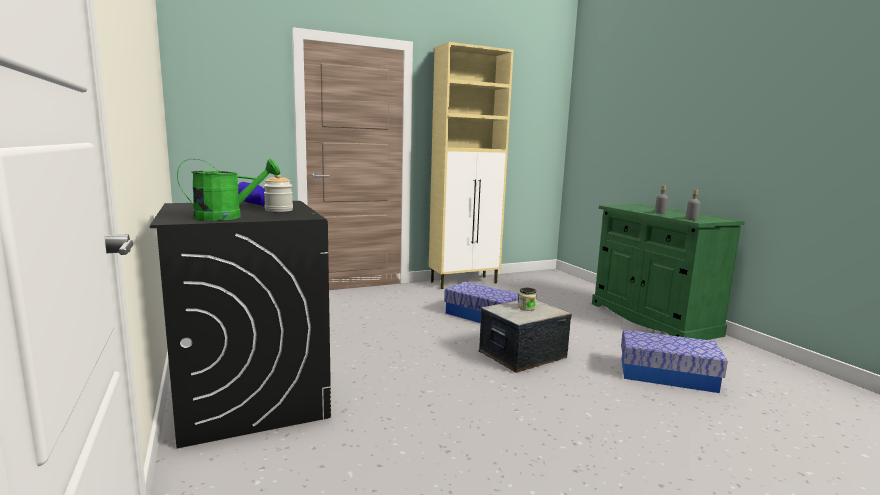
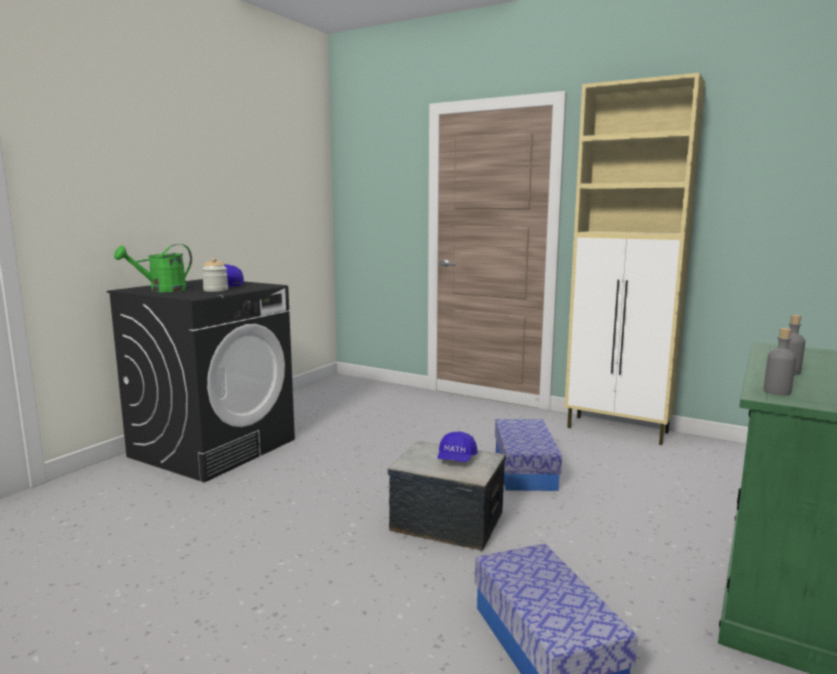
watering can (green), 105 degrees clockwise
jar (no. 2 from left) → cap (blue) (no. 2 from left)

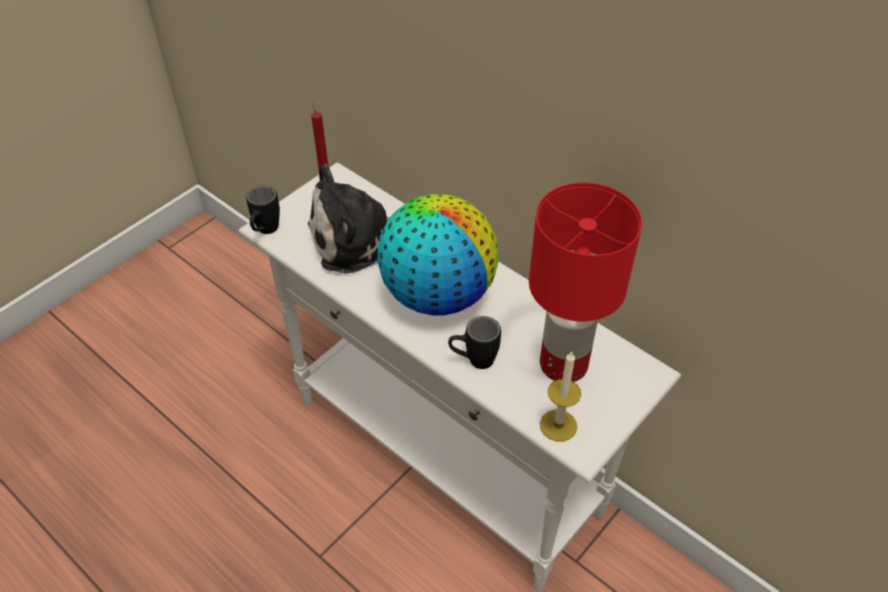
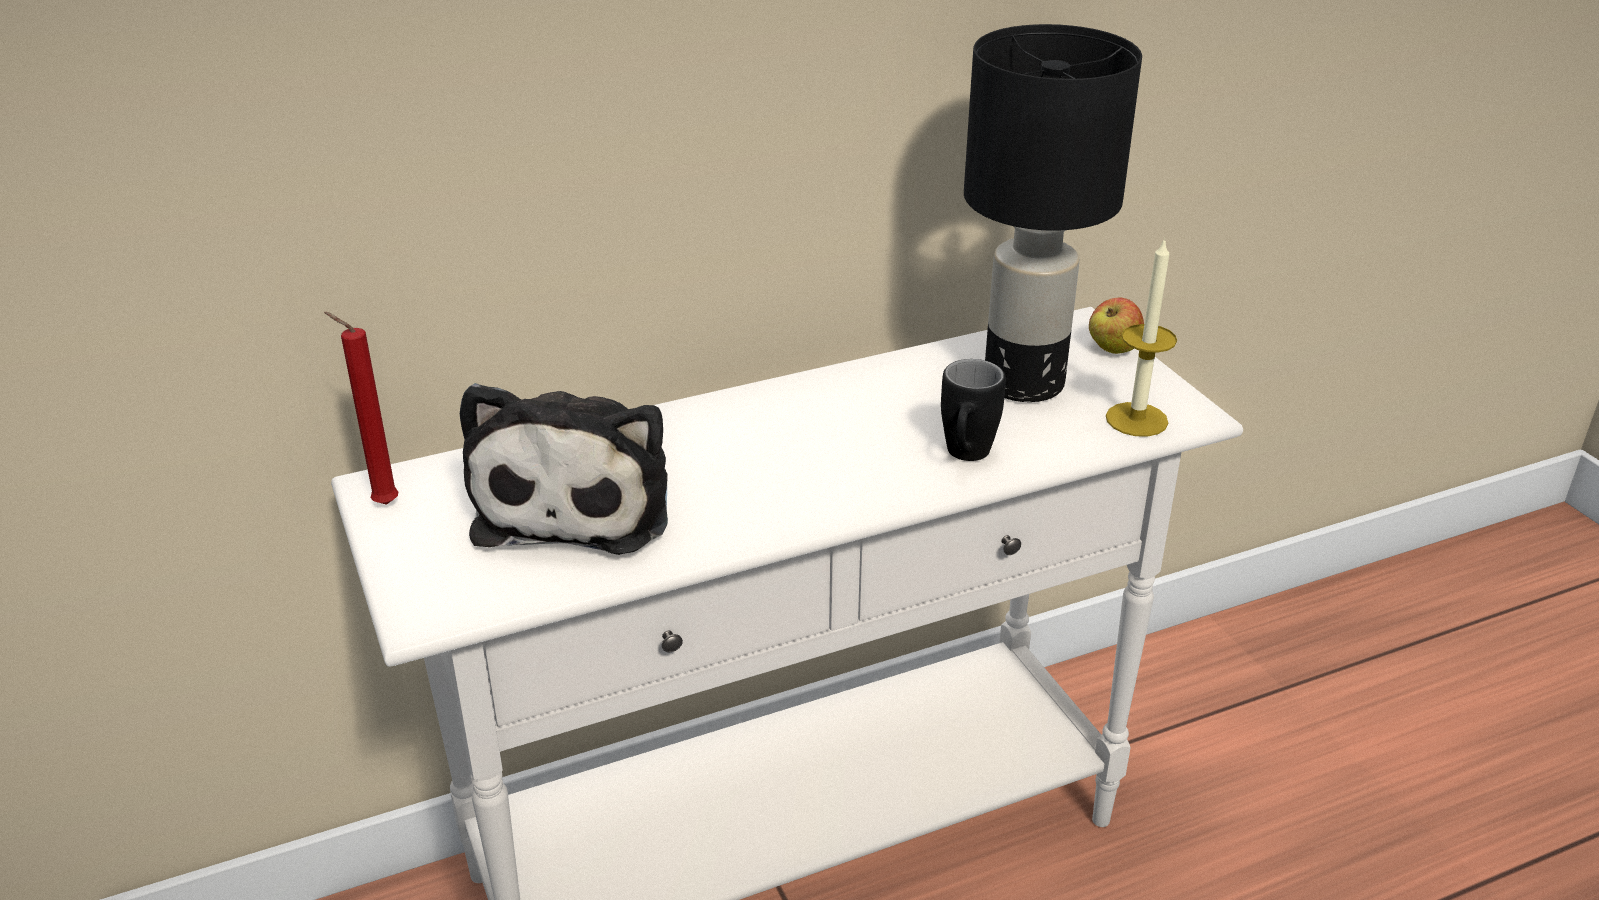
table lamp (red) → table lamp (black)
mug (black) (no. 1 from left) → -
globe → -
- → apple

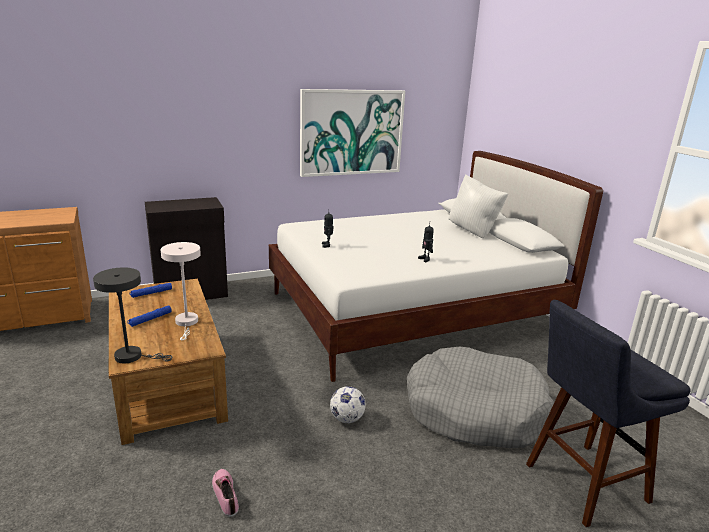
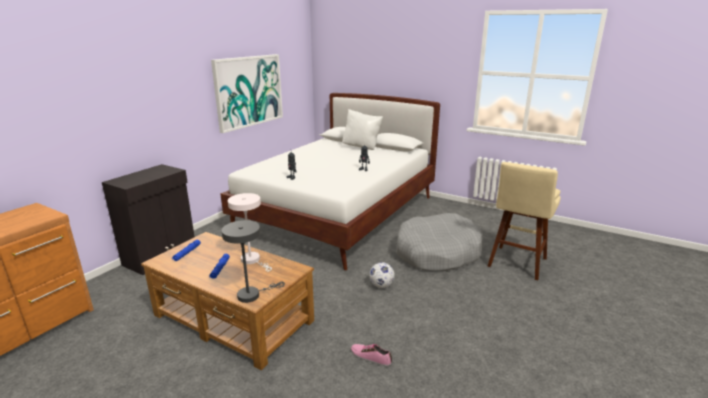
stool (blue) → stool (beige)

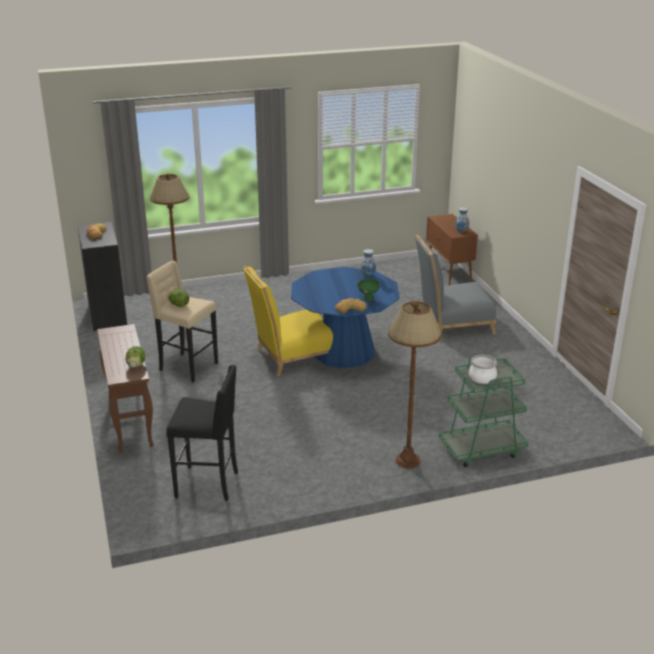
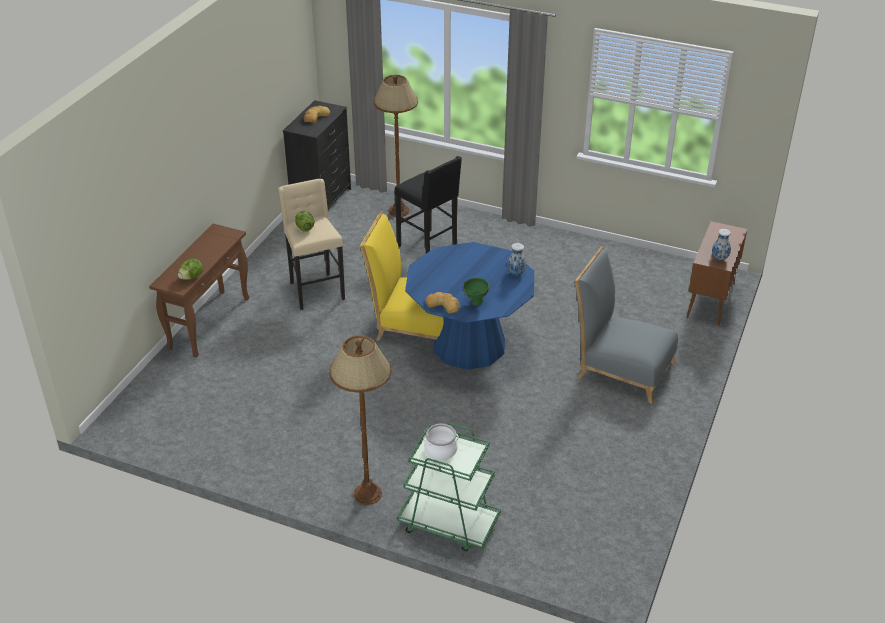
stool (black), relocated

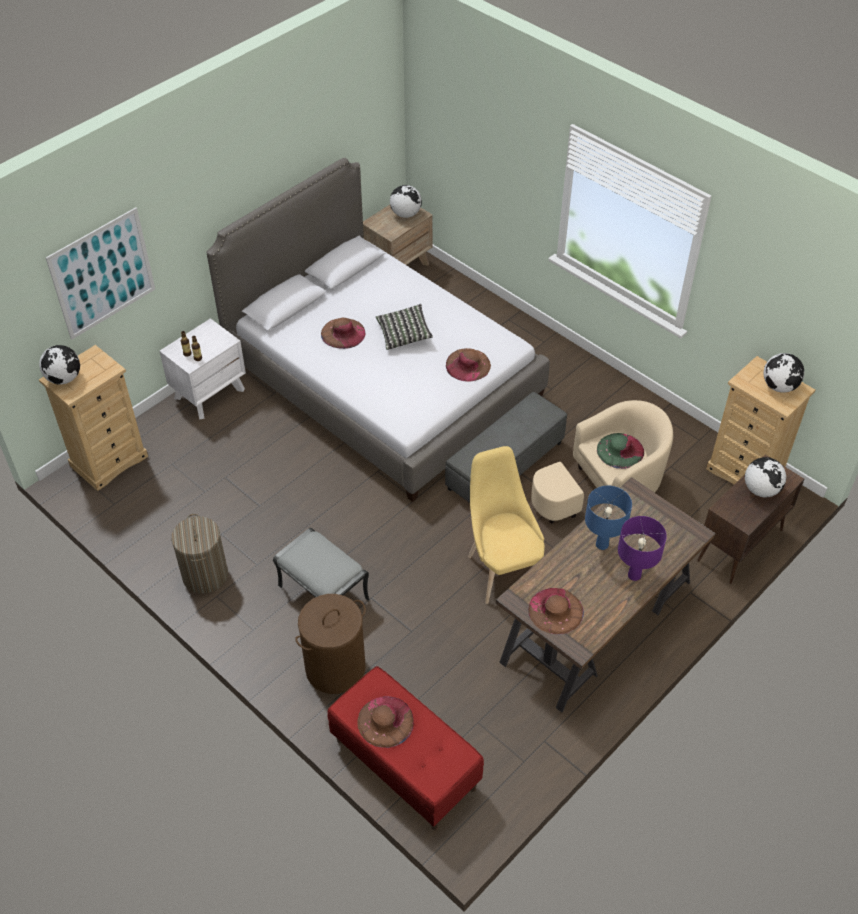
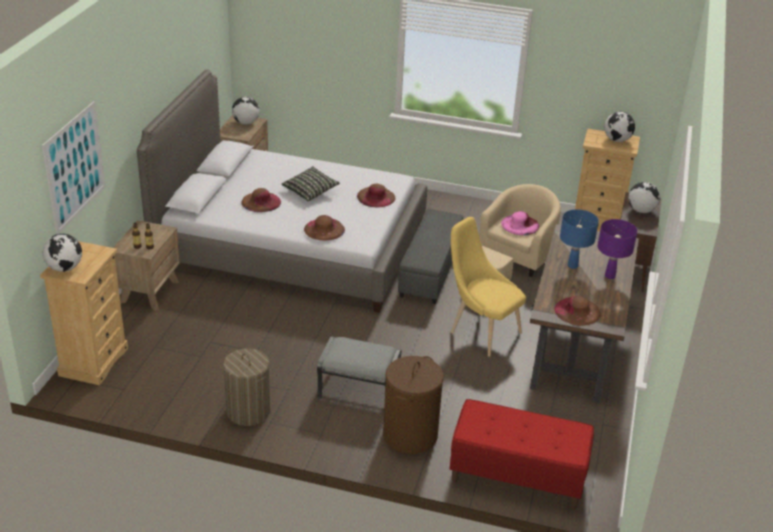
nightstand (white) → nightstand (brown) (no. 1 from left)
hat (green) → hat (pink)
hat (brown) (no. 2 from left), relocated

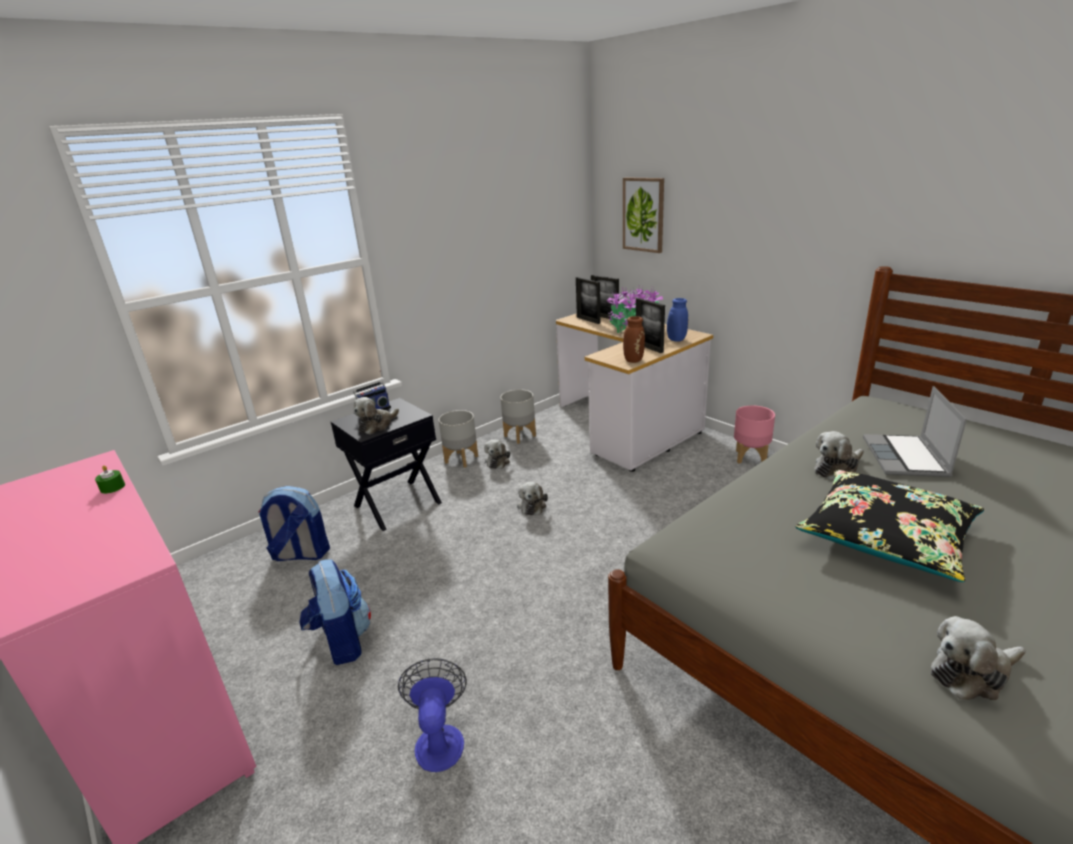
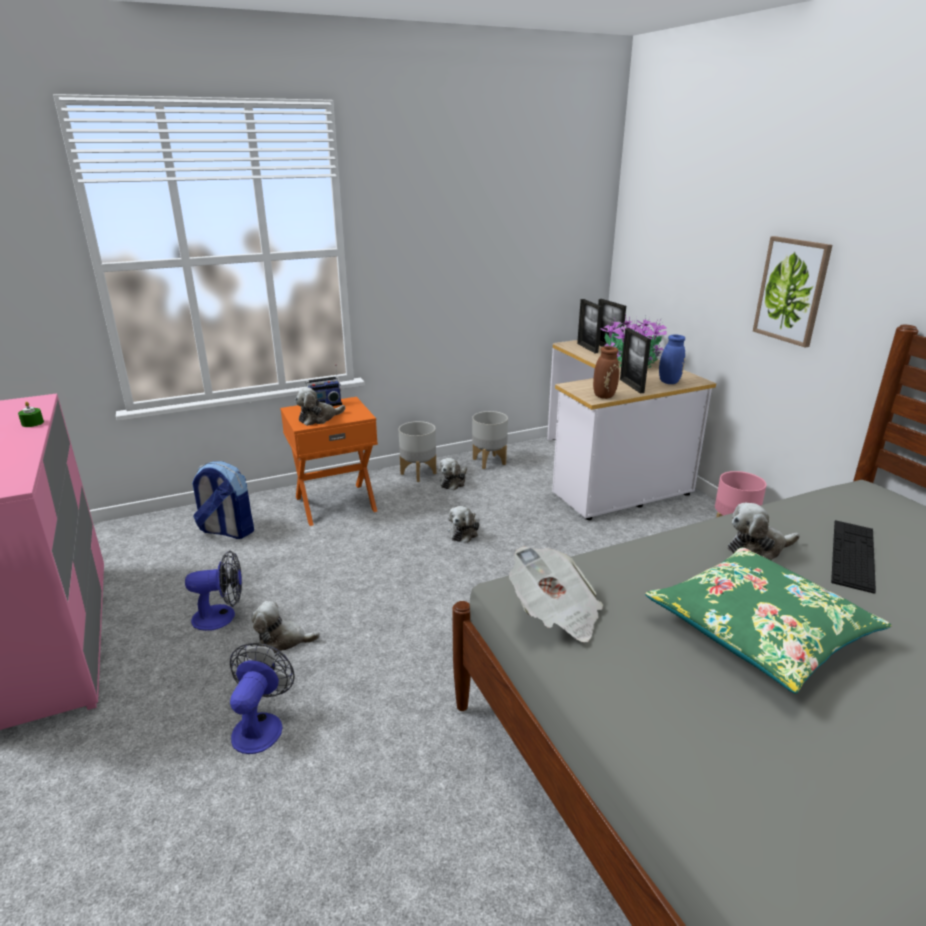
picture, relocated
laptop → keyboard
nightstand (black) → nightstand (orange)
pillow (black) → pillow (green)
backpack (no. 2 from left) → fan (no. 1 from left)
plush toy (no. 5 from left in the first image) → plush toy (no. 1 from left), relocated
- → newspaper

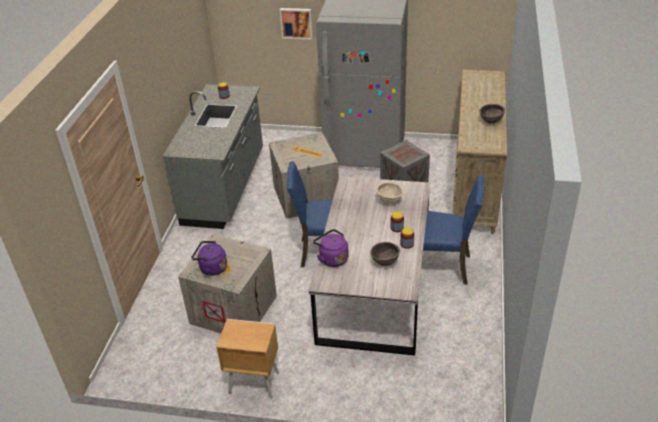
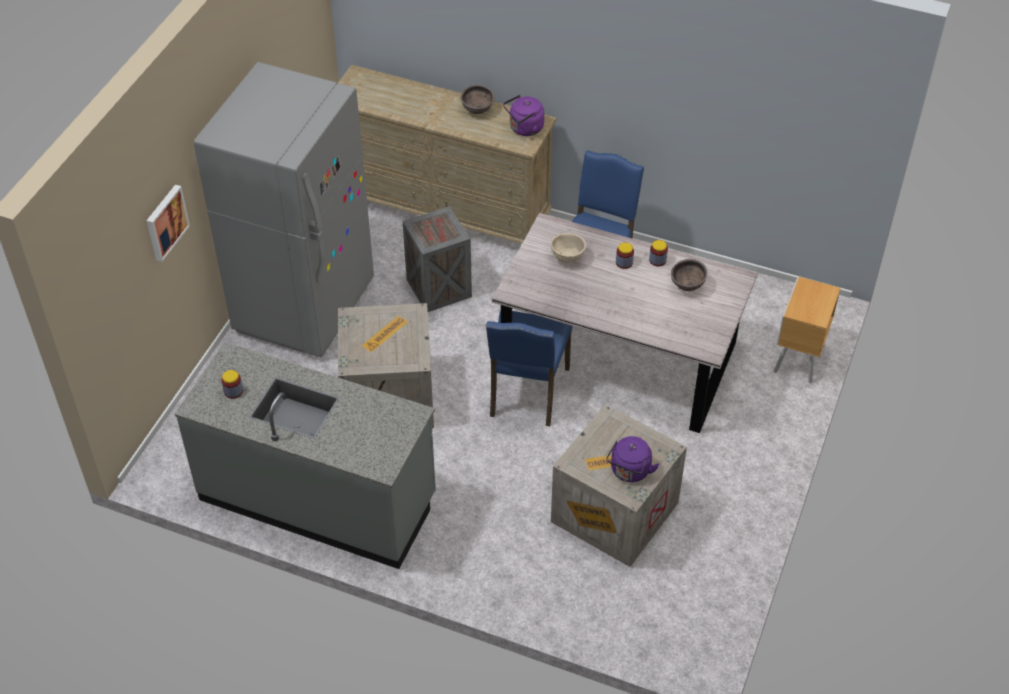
kettle (purple) (no. 2 from left in the first image) → kettle (purple) (no. 1 from left), relocated
nightstand (brown), relocated

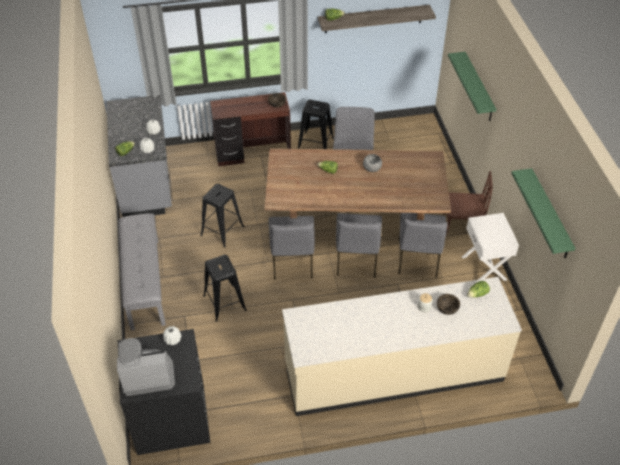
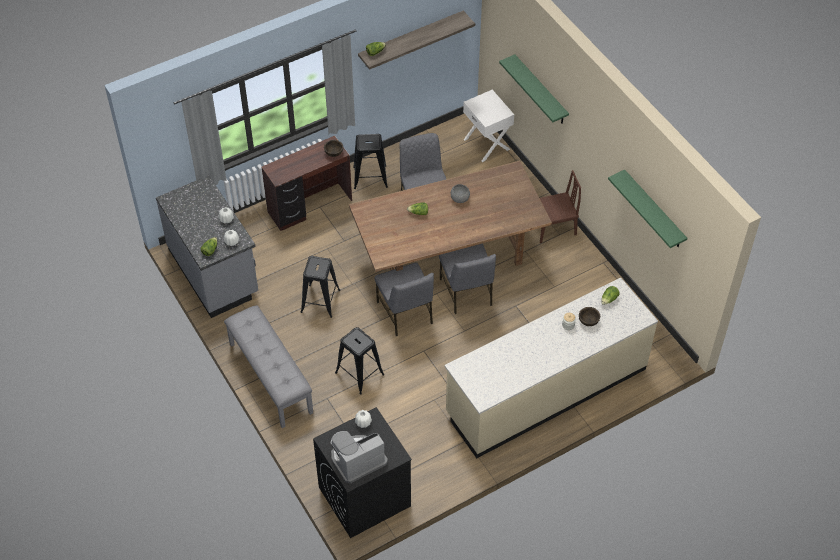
chair (grey) (no. 4 from left) → -
nightstand (white), relocated

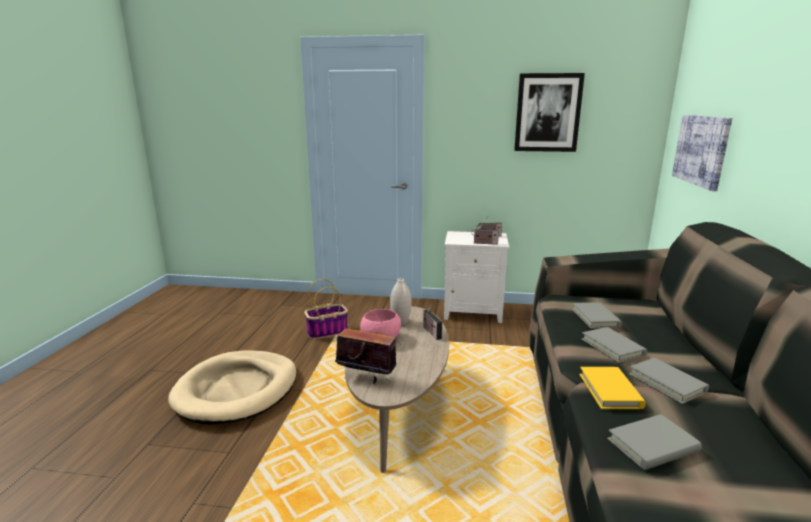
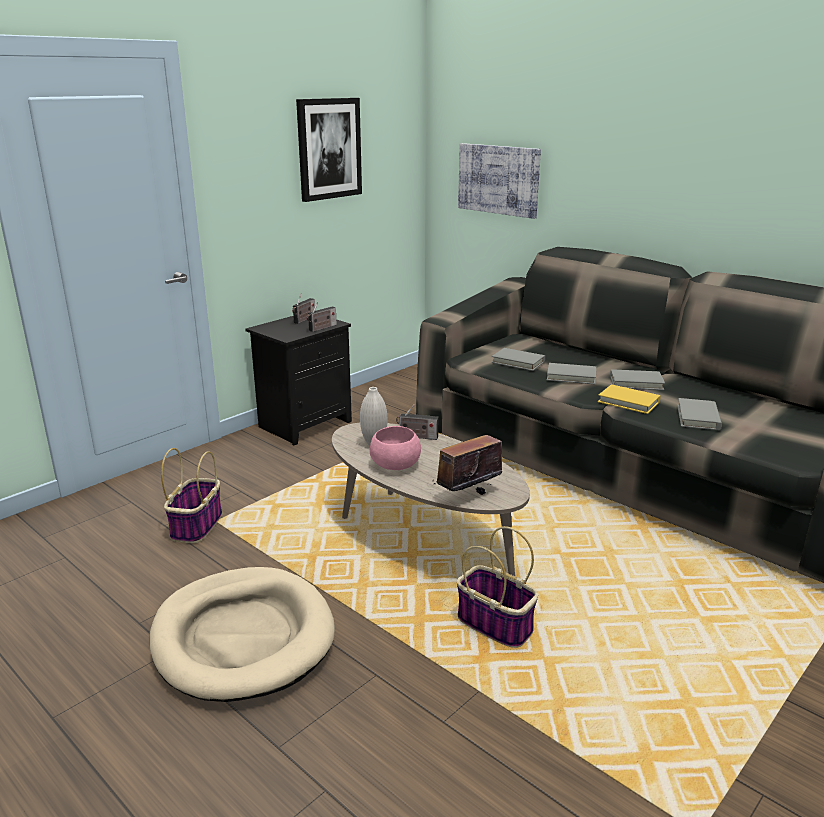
nightstand (white) → nightstand (black)
- → basket (no. 2 from left)

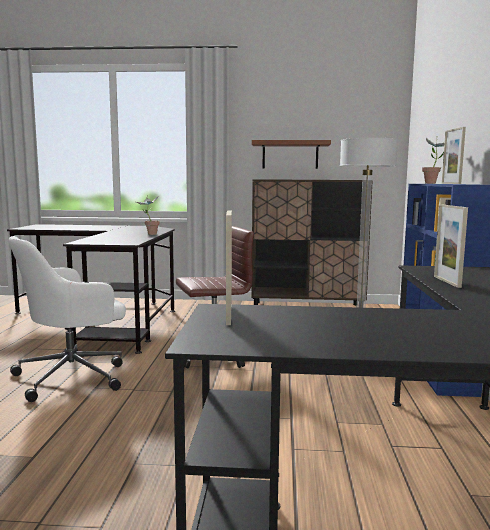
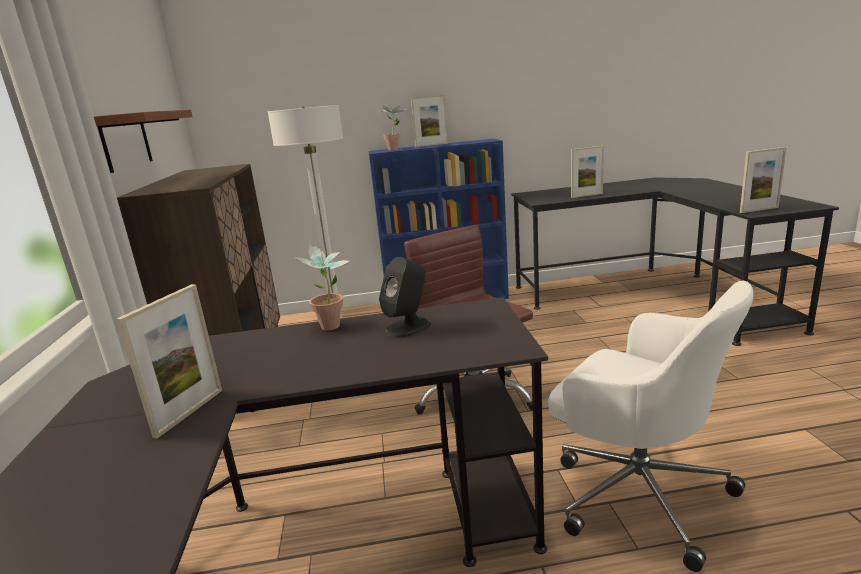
- → speaker (black)
- → picture frame (no. 1 from left)

